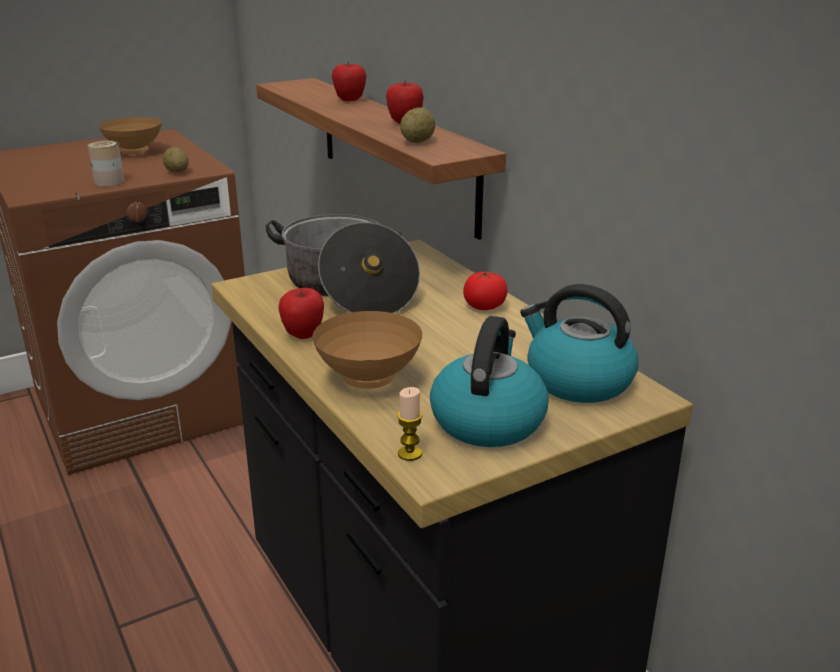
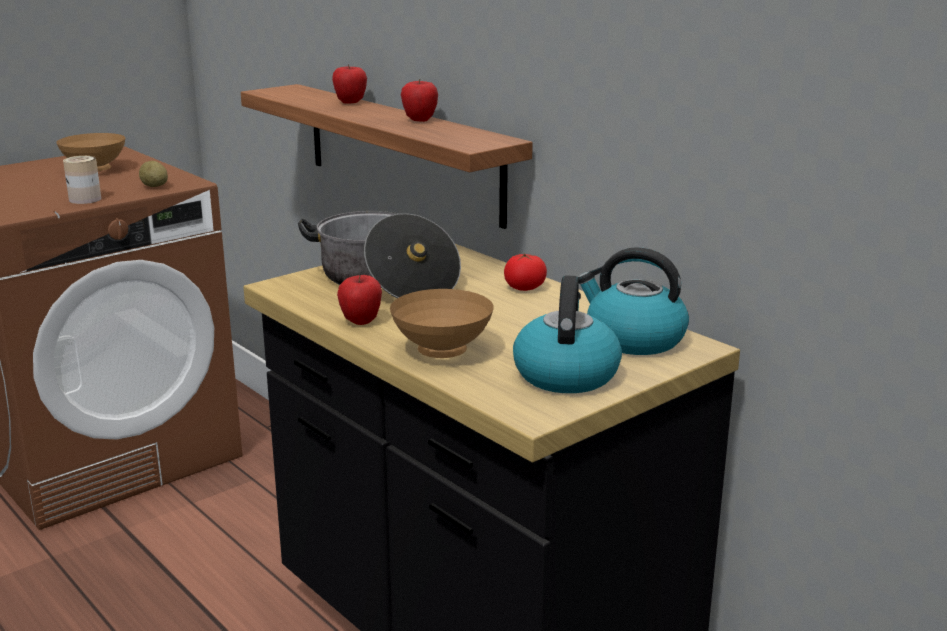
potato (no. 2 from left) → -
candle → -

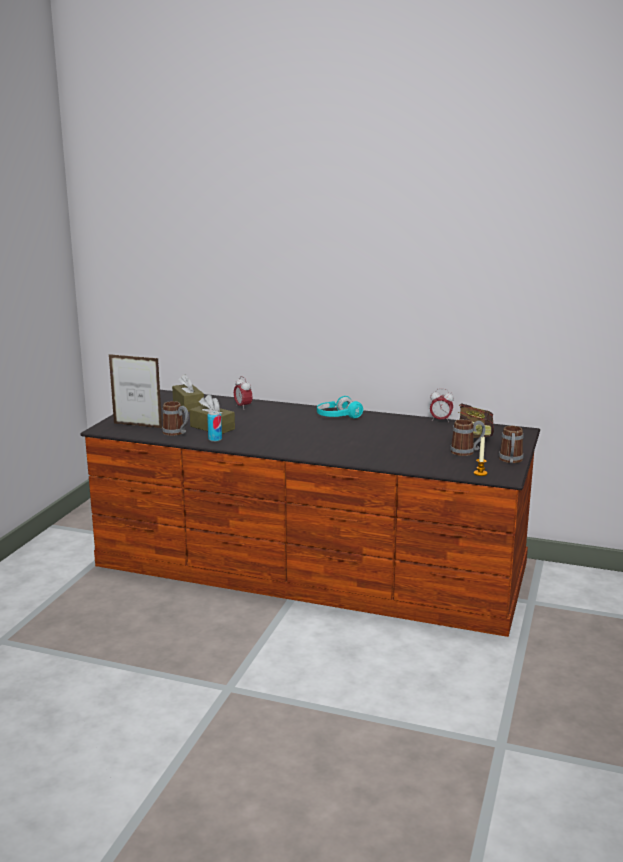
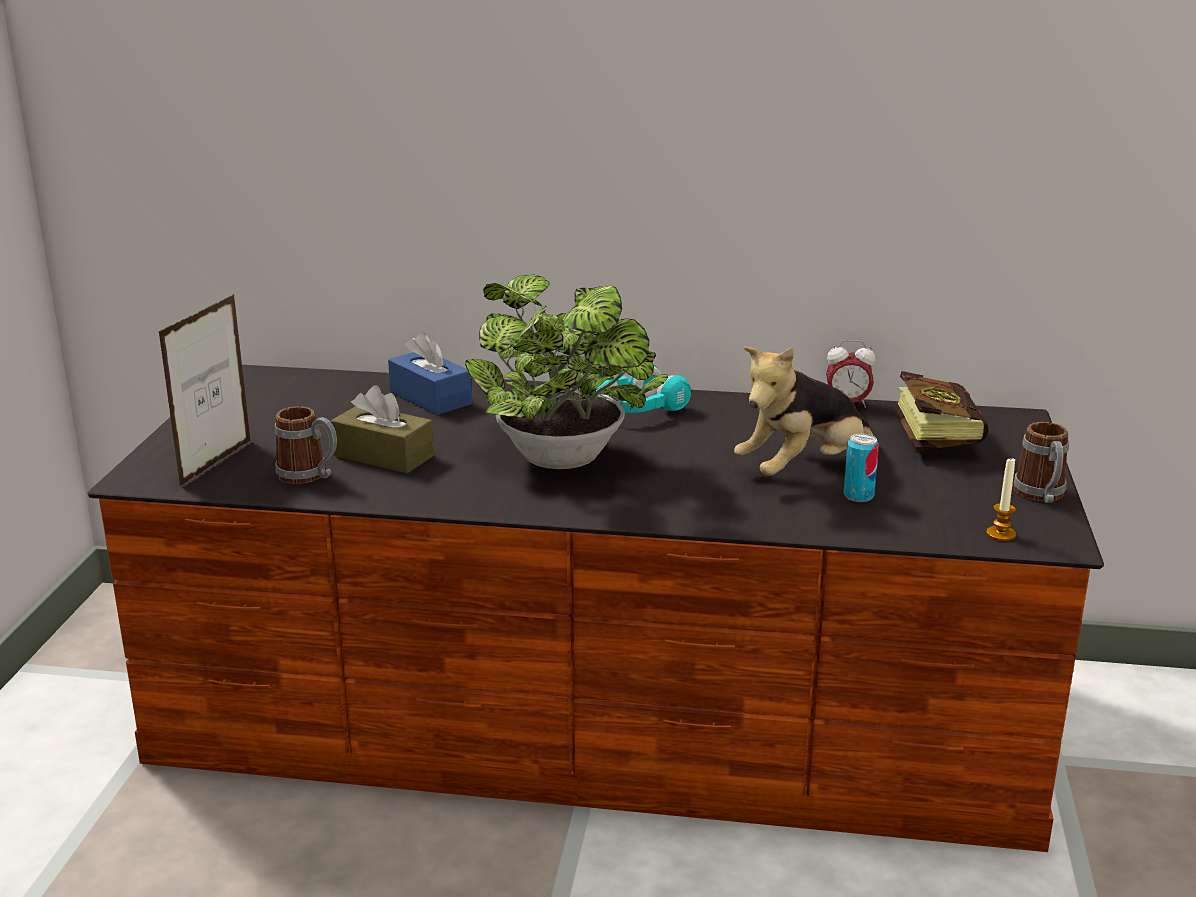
picture frame, 105 degrees clockwise
tissue box (brown) (no. 1 from left) → -
alarm clock (no. 1 from left) → tissue box (blue)
can, relocated
mug (no. 2 from left) → -
- → potted plant
- → plush toy

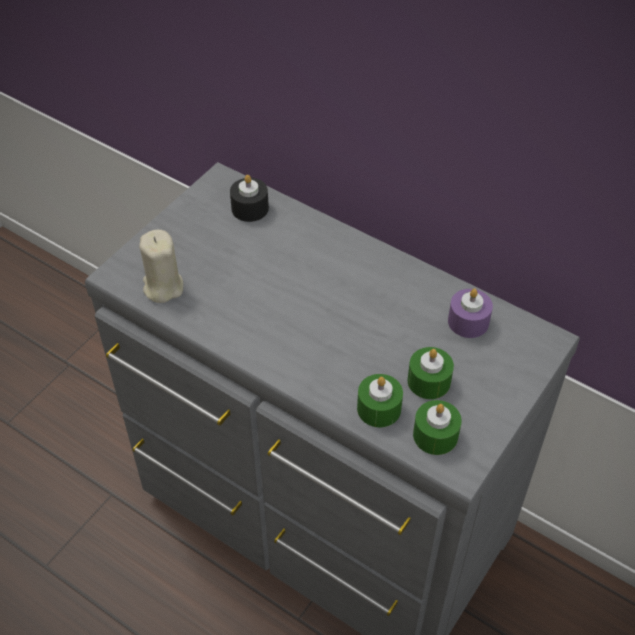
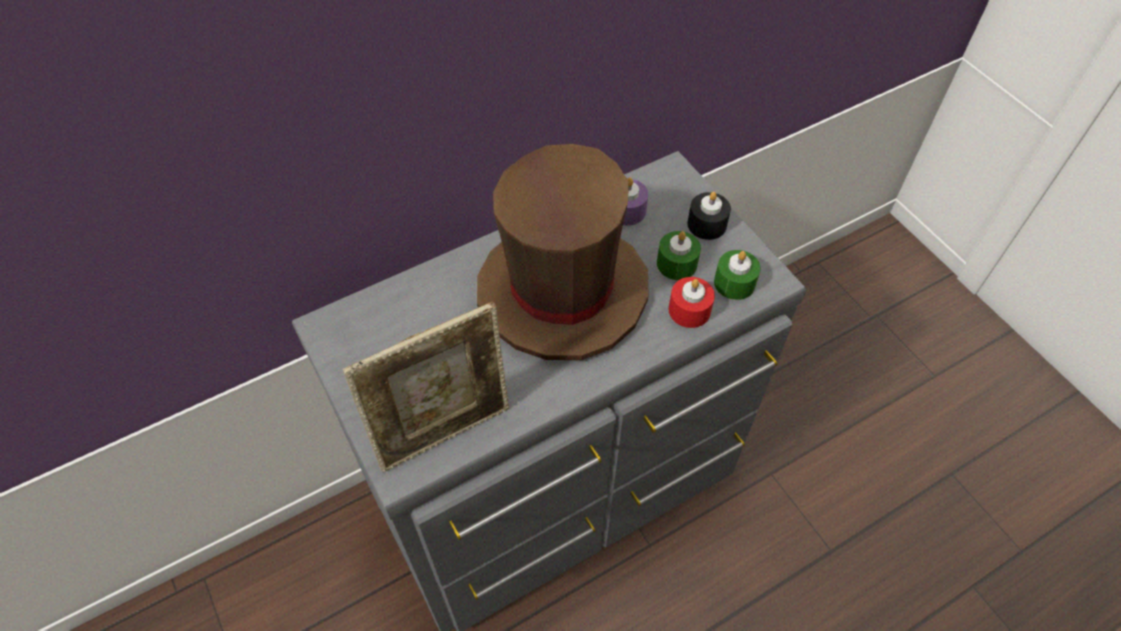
candle (black), relocated
candle (beige) → picture frame
candle (green) (no. 1 from left) → candle (red)
- → hat (brown)

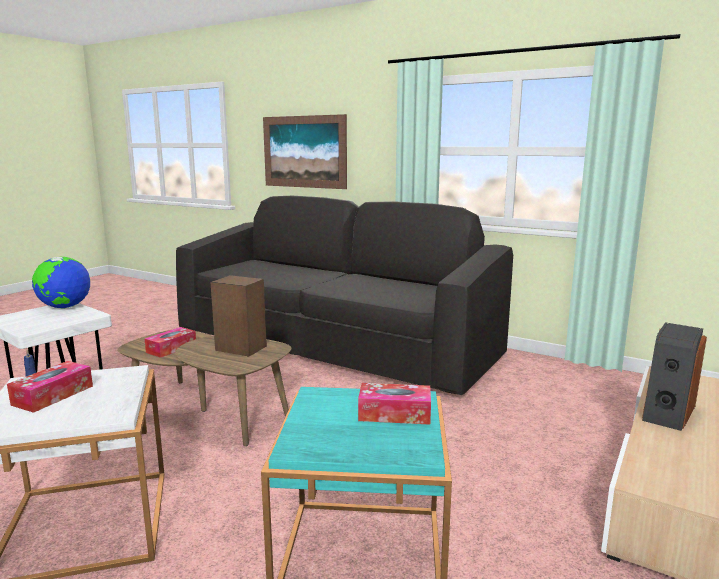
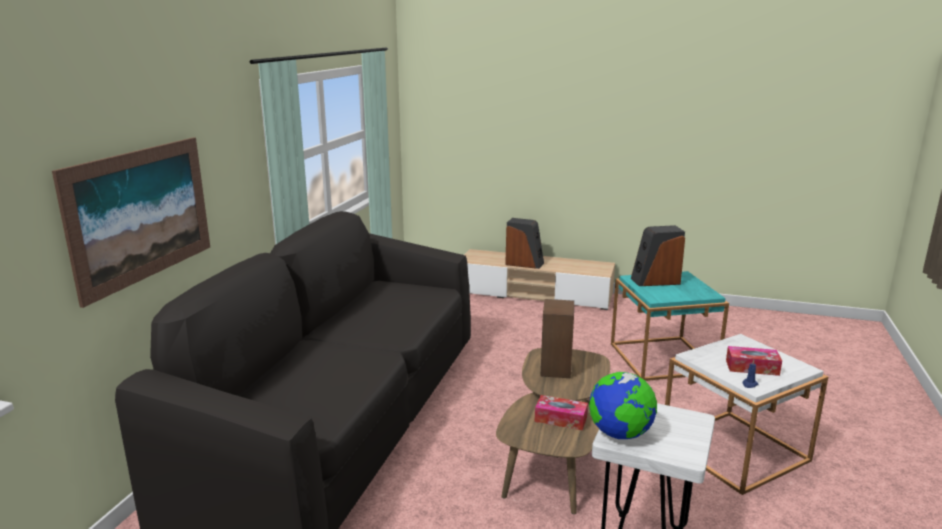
tissue box (no. 3 from left) → speaker (no. 3 from left)

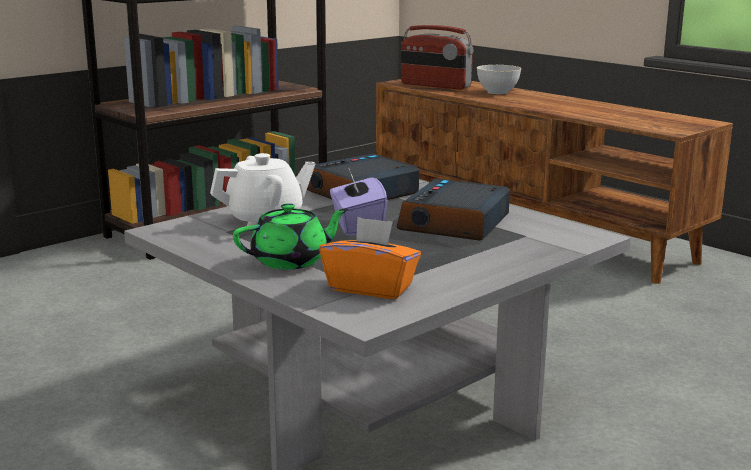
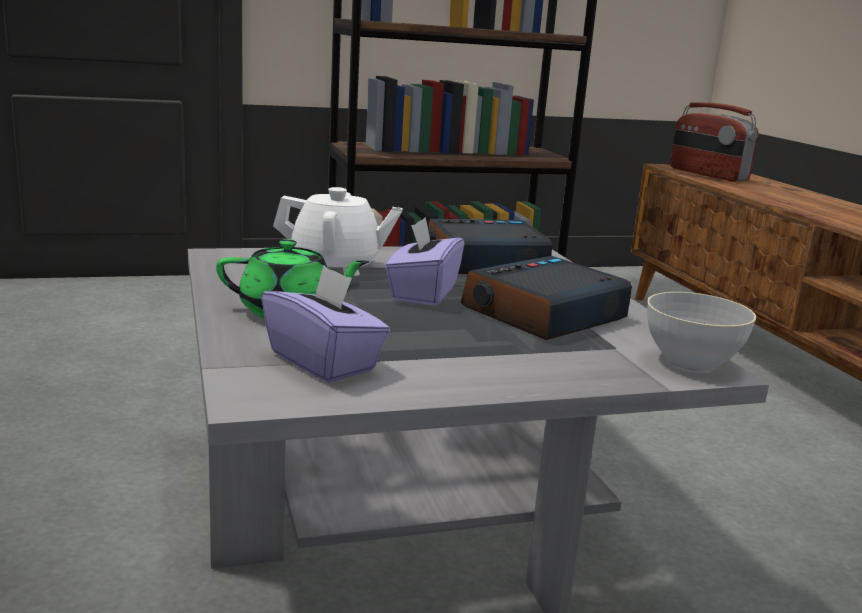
bowl (grey), relocated
tissue box (orange) → tissue box (purple) (no. 1 from left)

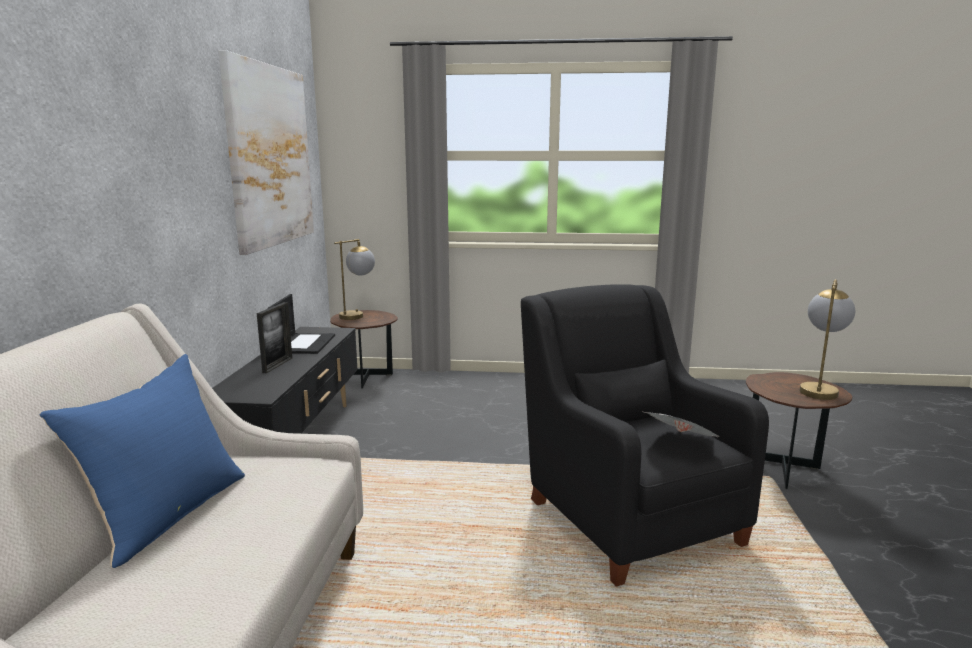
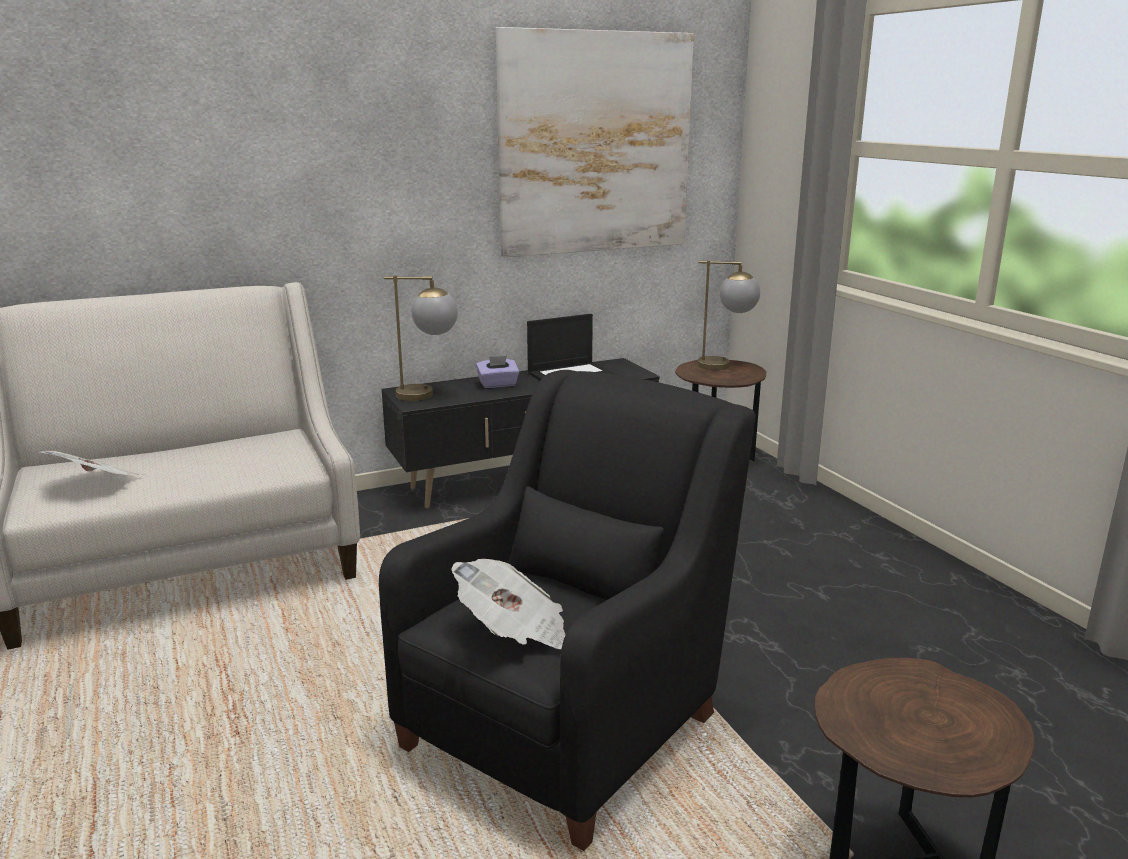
table lamp (no. 2 from left in the first image) → table lamp (no. 1 from left), relocated
picture frame → tissue box (purple)
pillow (blue) → -
- → newspaper (no. 1 from left)

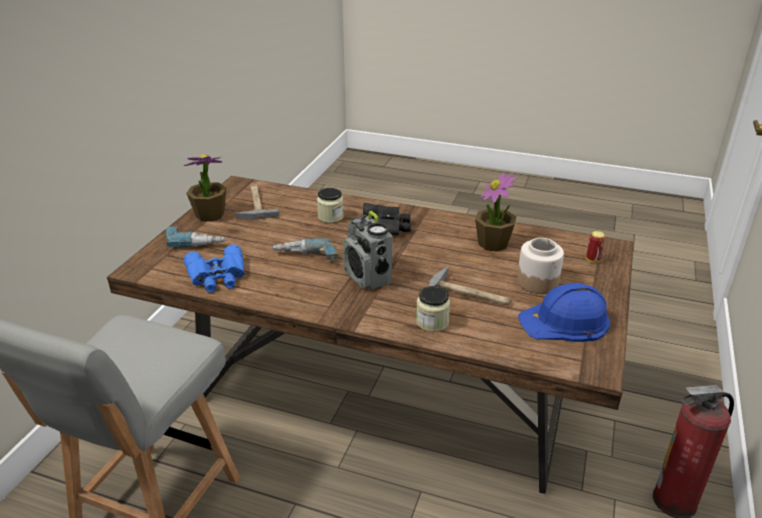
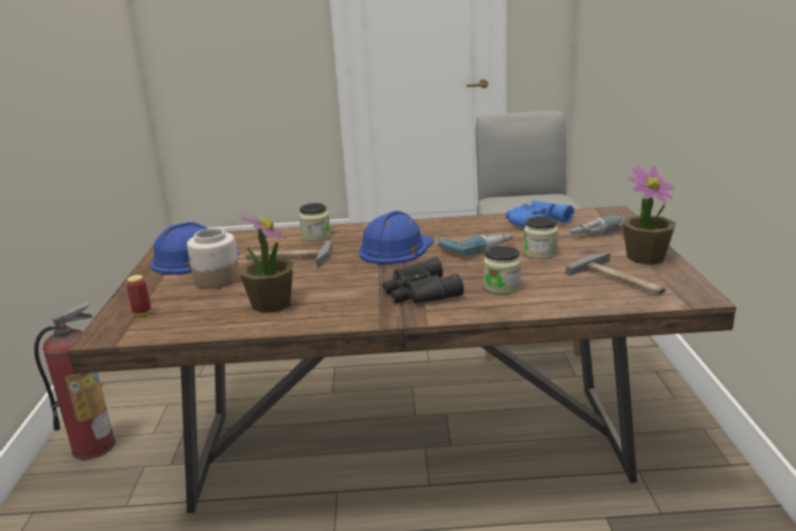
radio → hard hat (blue) (no. 2 from left)
- → jar (no. 4 from left)

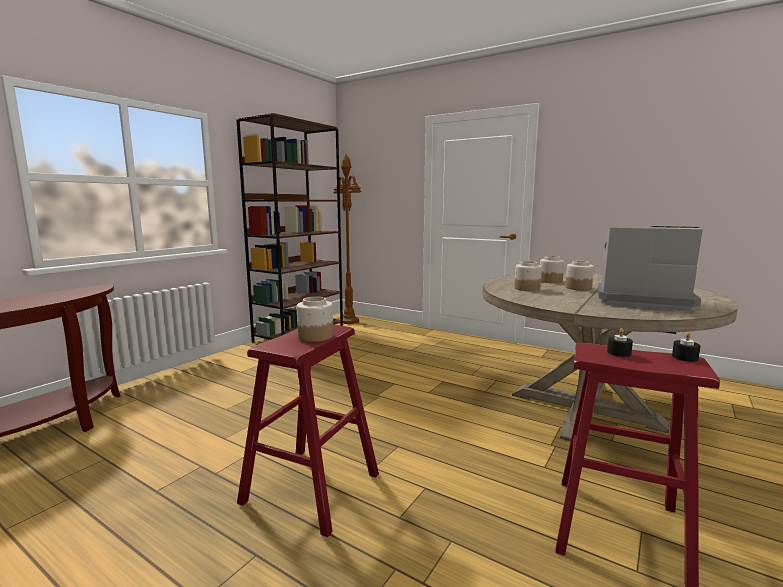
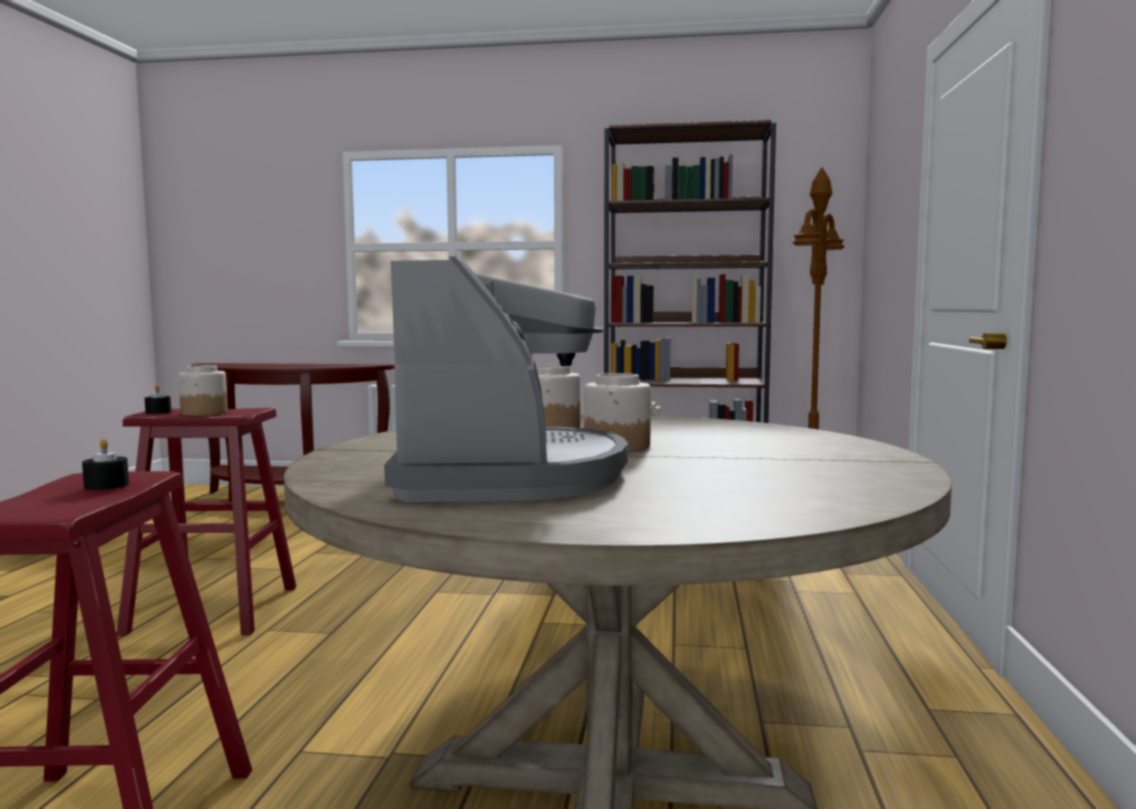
jar (no. 3 from left) → -
candle (black) (no. 2 from left), relocated

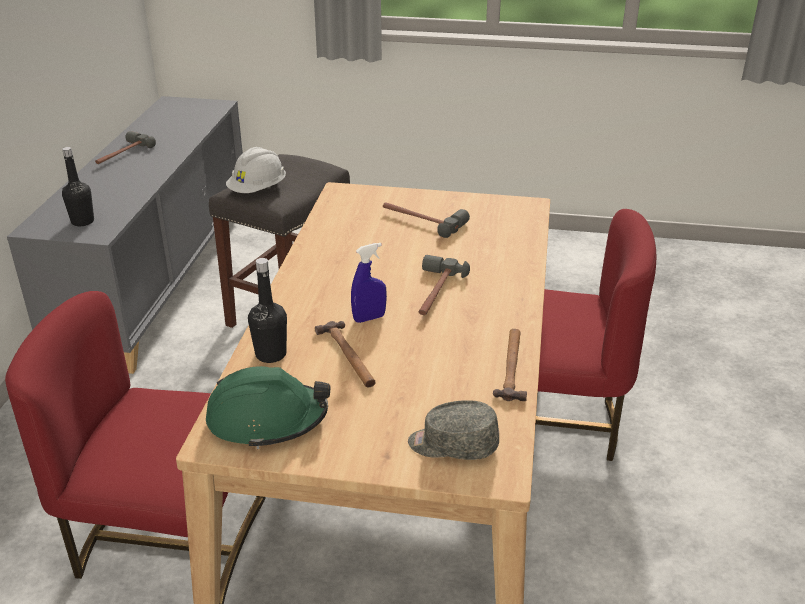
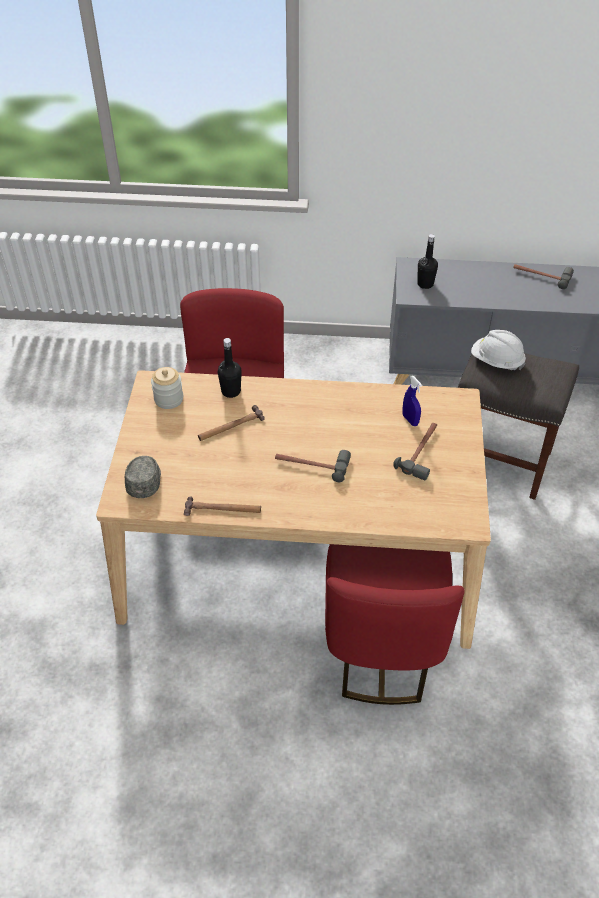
spray bottle (blue), relocated
hard hat (green) → jar

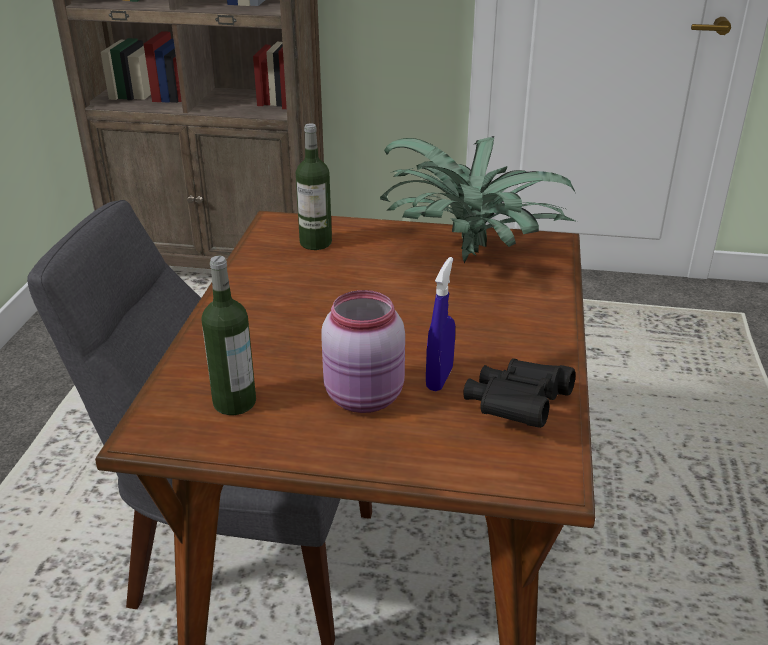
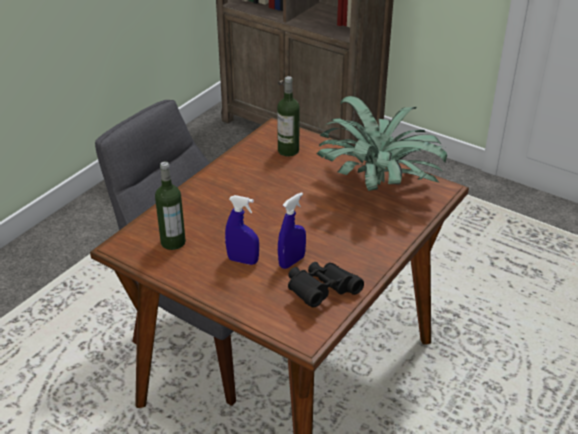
jar (pink) → spray bottle (blue) (no. 1 from left)

